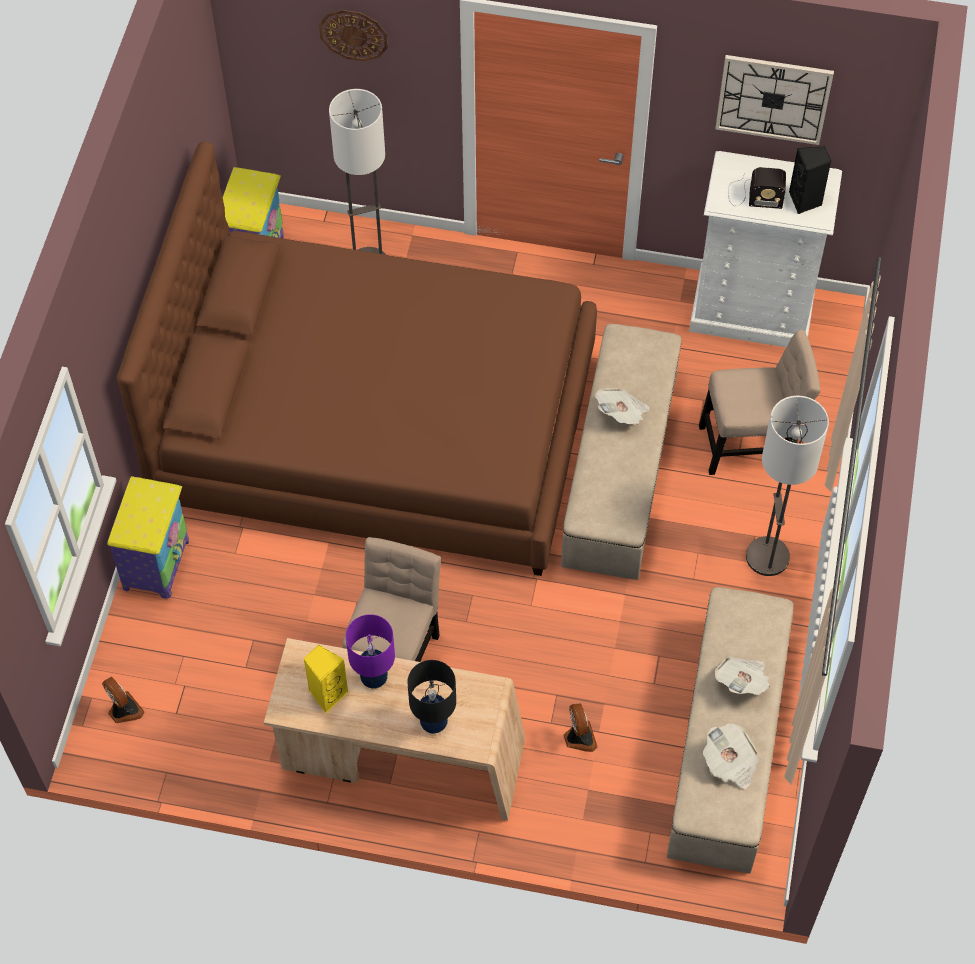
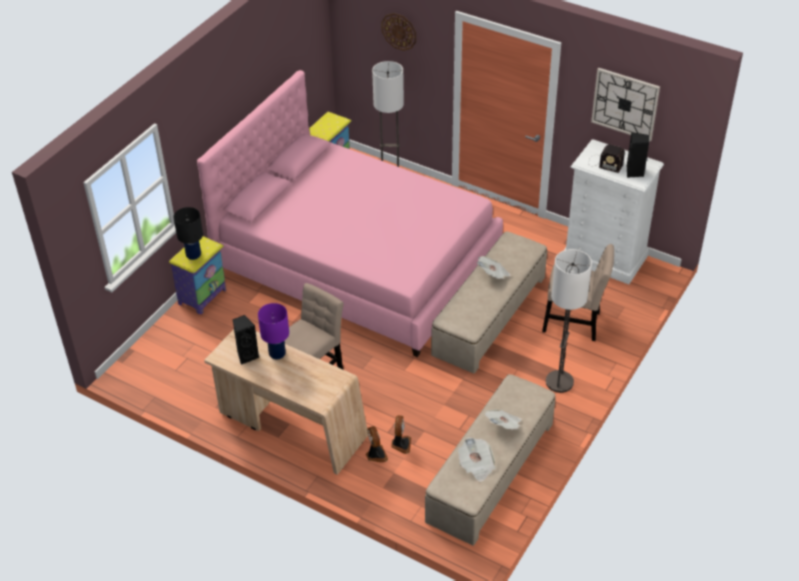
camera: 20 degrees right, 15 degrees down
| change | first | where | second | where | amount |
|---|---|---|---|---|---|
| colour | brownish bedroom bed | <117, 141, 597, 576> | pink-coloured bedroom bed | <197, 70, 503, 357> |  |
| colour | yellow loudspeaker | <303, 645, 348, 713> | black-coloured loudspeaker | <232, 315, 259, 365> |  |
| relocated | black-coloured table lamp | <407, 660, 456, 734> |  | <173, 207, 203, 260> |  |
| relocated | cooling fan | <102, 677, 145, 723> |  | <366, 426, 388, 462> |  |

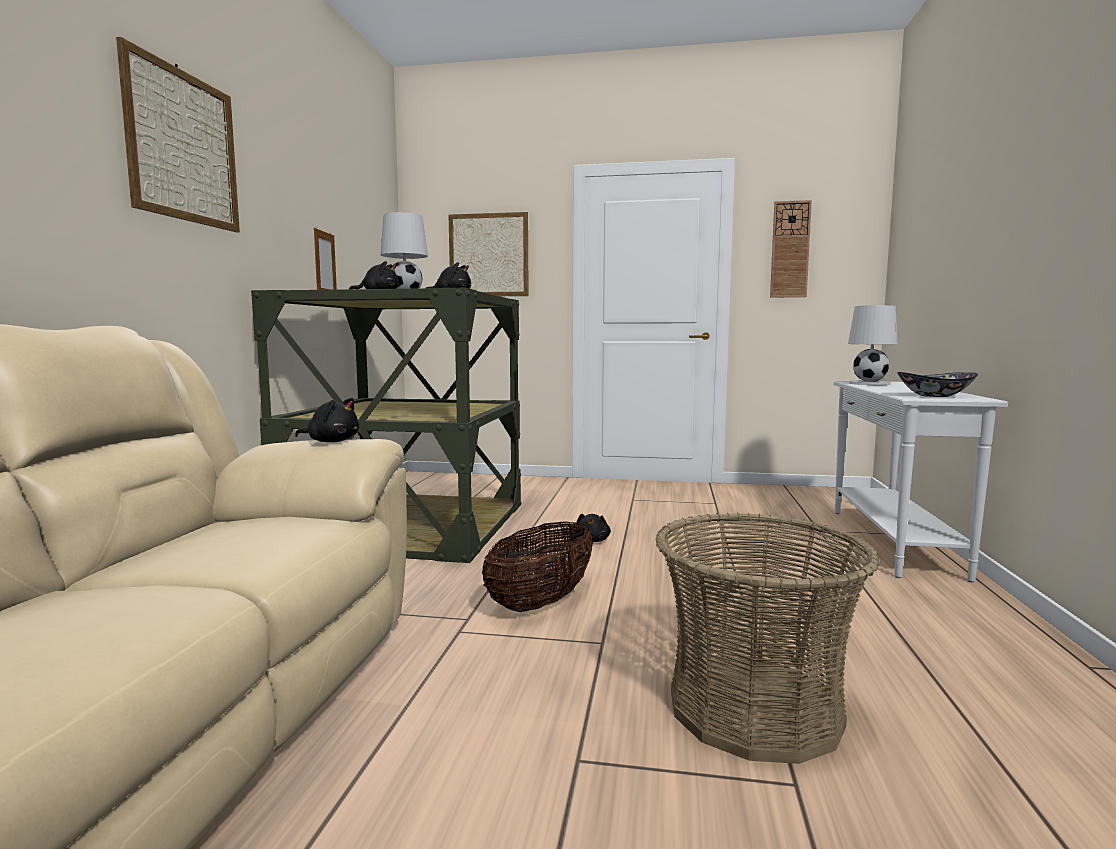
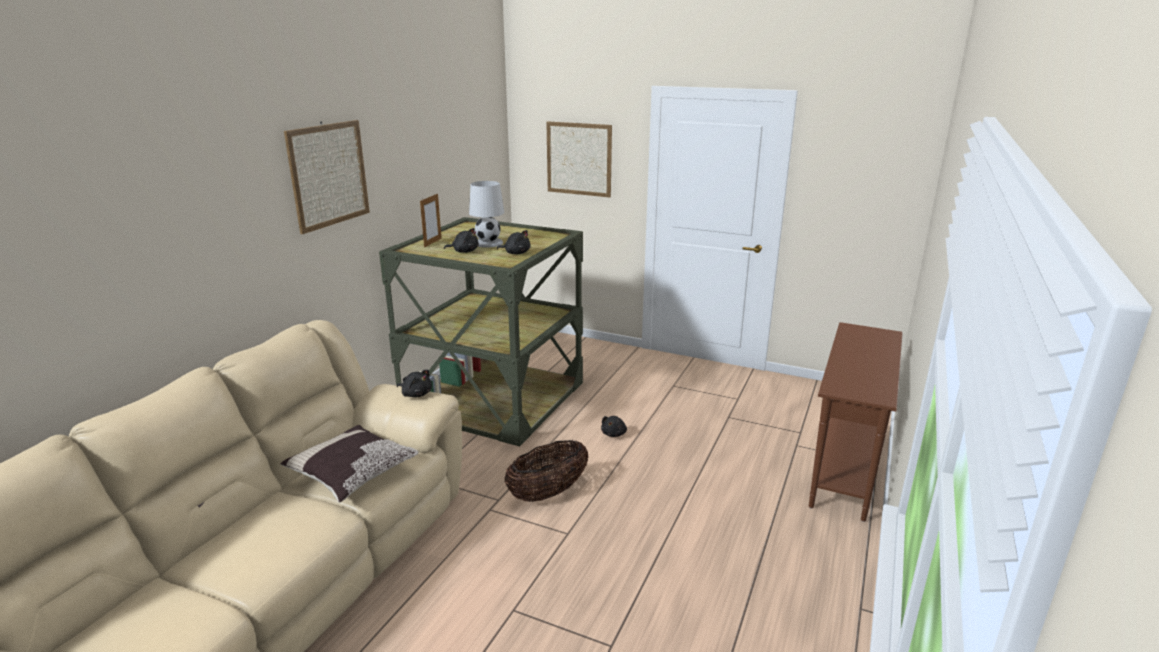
camera: 15 degrees right, 15 degrees up
| change | first | where | second | where | amount |
|---|---|---|---|---|---|
| missing | clock on the wall | <770, 200, 812, 298> |  |  |  |
| missing | white table lamp | <848, 305, 898, 385> |  |  |  |
| missing | bowl | <897, 372, 978, 397> |  |  |  |
| colour | white narrow table | <834, 381, 1008, 583> | brownish narrow table | <809, 322, 903, 522> |  |
| missing | basket | <656, 512, 880, 764> |  |  |  |
| appeared |  |  | pillow | <281, 425, 419, 502> |  |

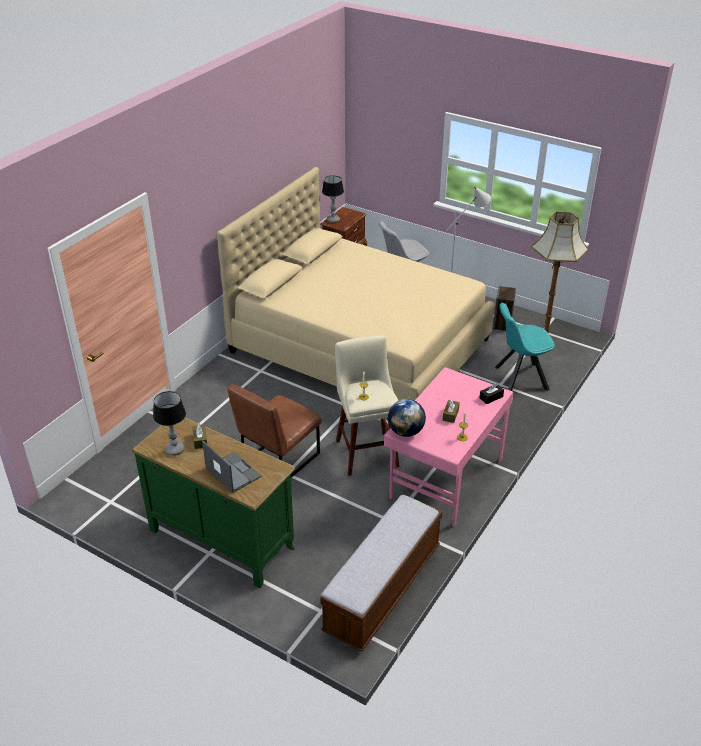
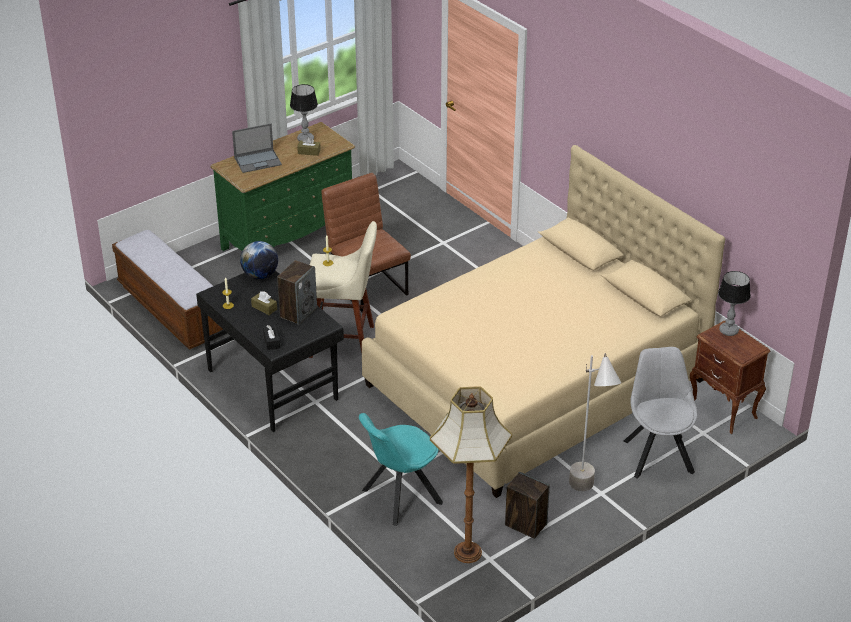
camera: 110 degrees right, 0 degrees up
| change | first | where | second | where | amount |
|---|---|---|---|---|---|
| spun | turquoise plain chair | <495, 303, 555, 391> |  | <359, 413, 443, 526> | 135 degrees counterclockwise |
| colour | pink-coloured desk table | <384, 367, 514, 527> | black-coloured desk table | <196, 270, 344, 432> |  |
| appeared |  |  | loudspeaker | <277, 260, 317, 325> |  |

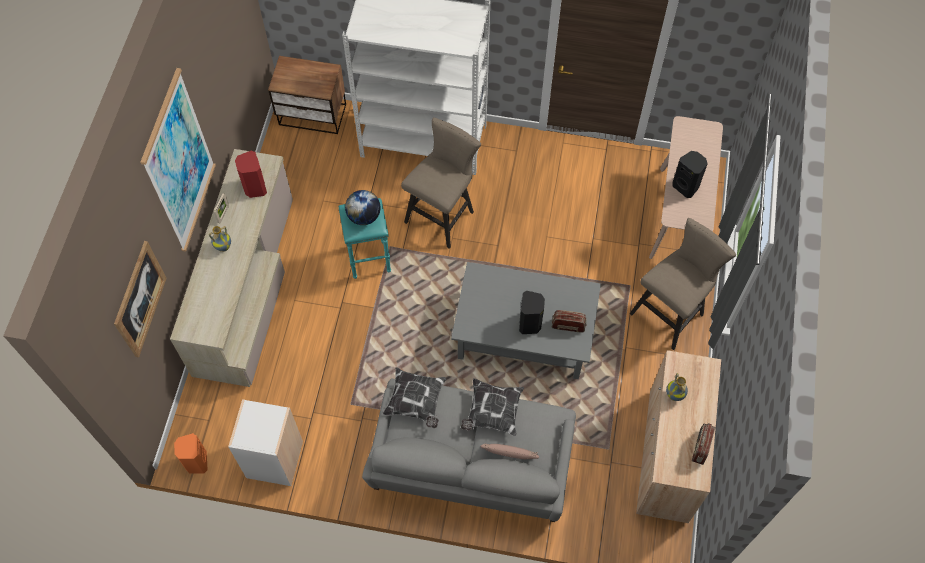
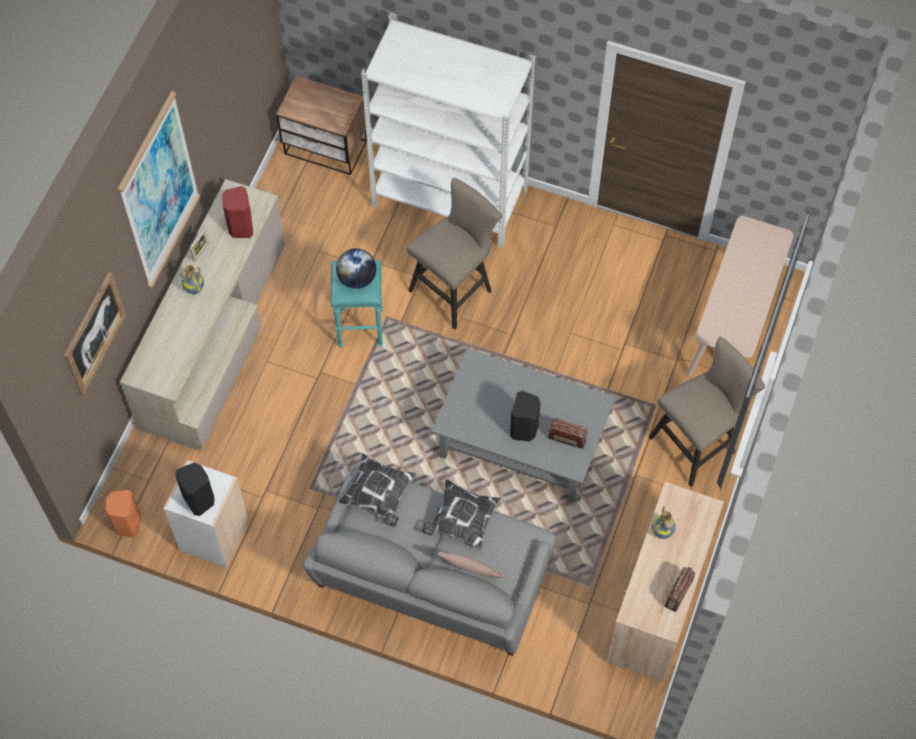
camera: 10 degrees right, 0 degrees up
| change | first | where | second | where | amount |
|---|---|---|---|---|---|
| relocated | black-coloured loudspeaker | <672, 151, 708, 198> |  | <175, 463, 215, 516> |  |

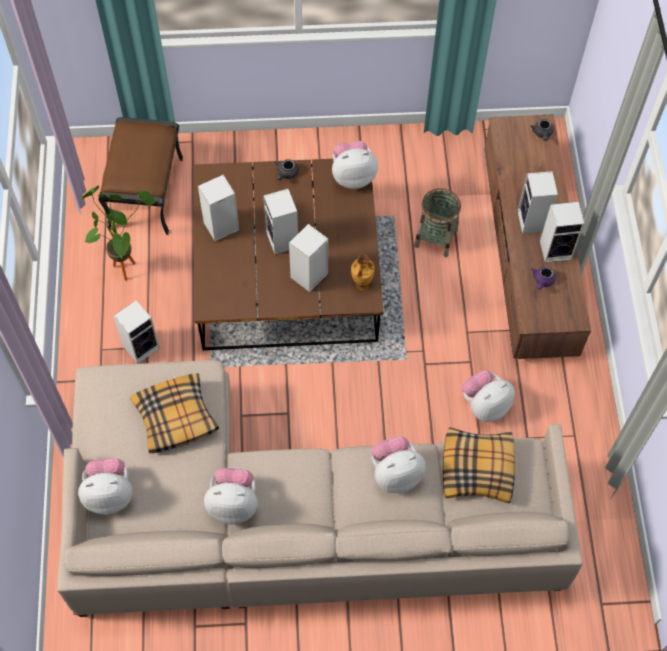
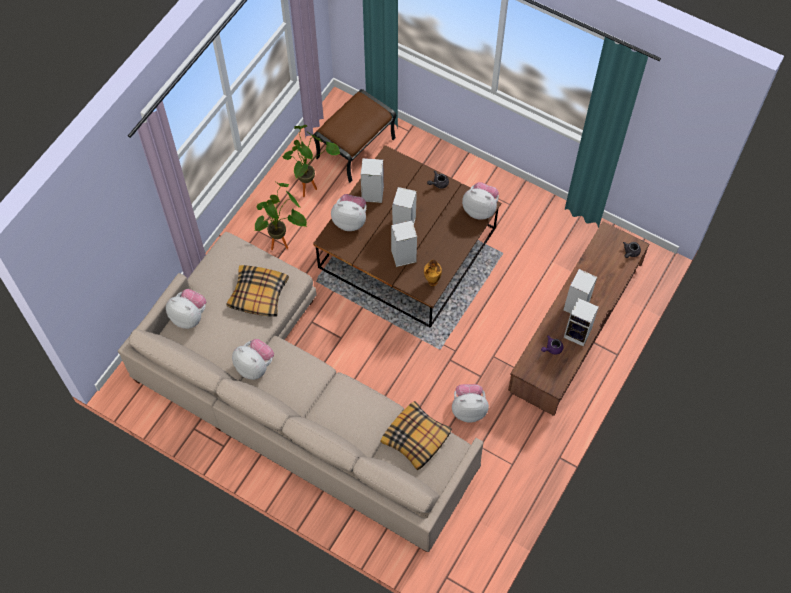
camera: 35 degrees right, 0 degrees up
| change | first | where | second | where | amount |
|---|---|---|---|---|---|
| missing | basket | <414, 188, 461, 257> |  |  |  |
| exchanged | loudspeaker | <113, 300, 160, 364> | plant in a pot | <254, 182, 307, 250> |  |
| relocated | cuddly toy | <371, 436, 426, 493> |  | <331, 194, 367, 231> |  |

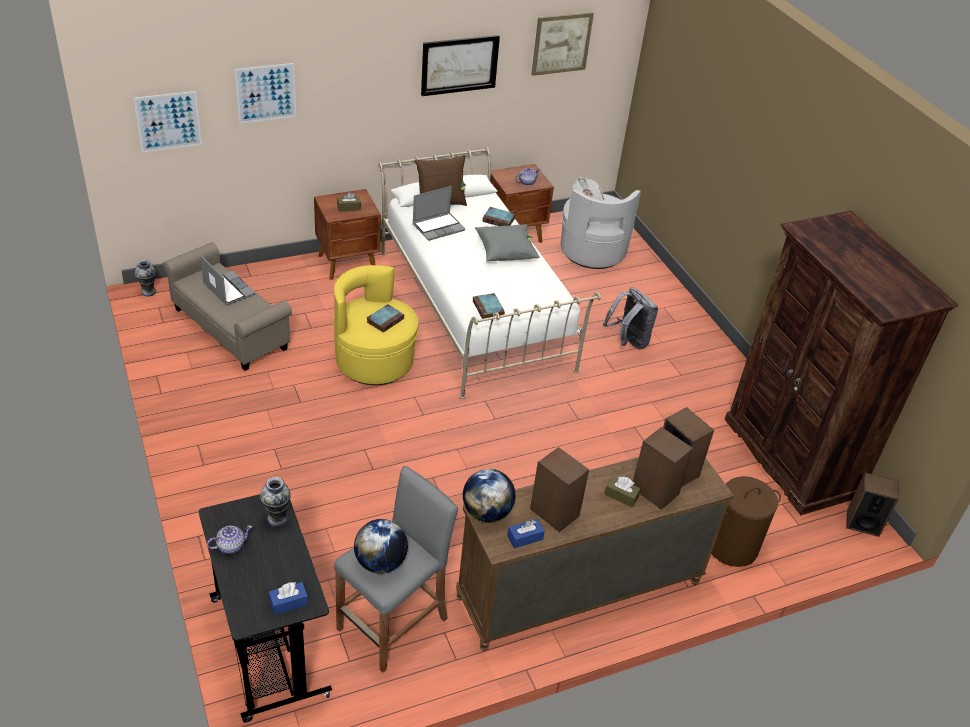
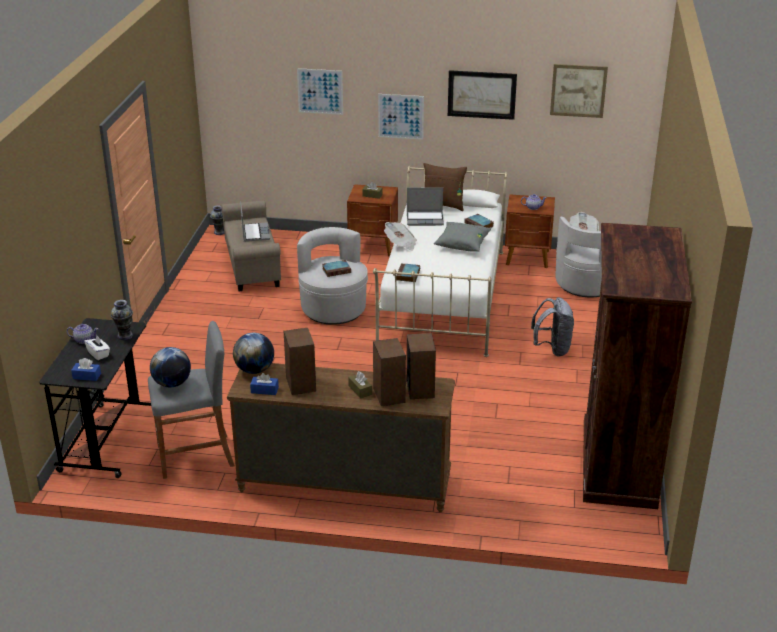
camera: 35 degrees right, 10 degrees down
| change | first | where | second | where | amount |
|---|---|---|---|---|---|
| relocated | wall picture | <133, 91, 202, 152> |  | <378, 94, 424, 140> |  |
| colour | yellow armchair | <333, 265, 418, 385> | white armchair | <297, 227, 368, 325> |  |
| missing | loudspeaker | <846, 472, 899, 537> |  |  |  |
| missing | brownish hamper | <711, 476, 781, 567> |  |  |  |
| appeared |  |  | daily paper | <384, 222, 417, 250> |  |
| appeared |  |  | white tissue holder | <84, 335, 110, 360> |  |

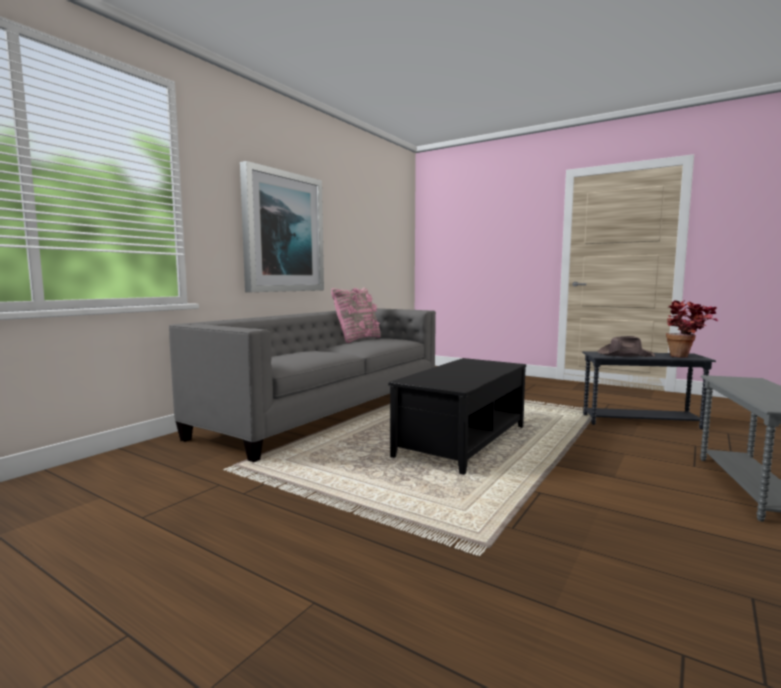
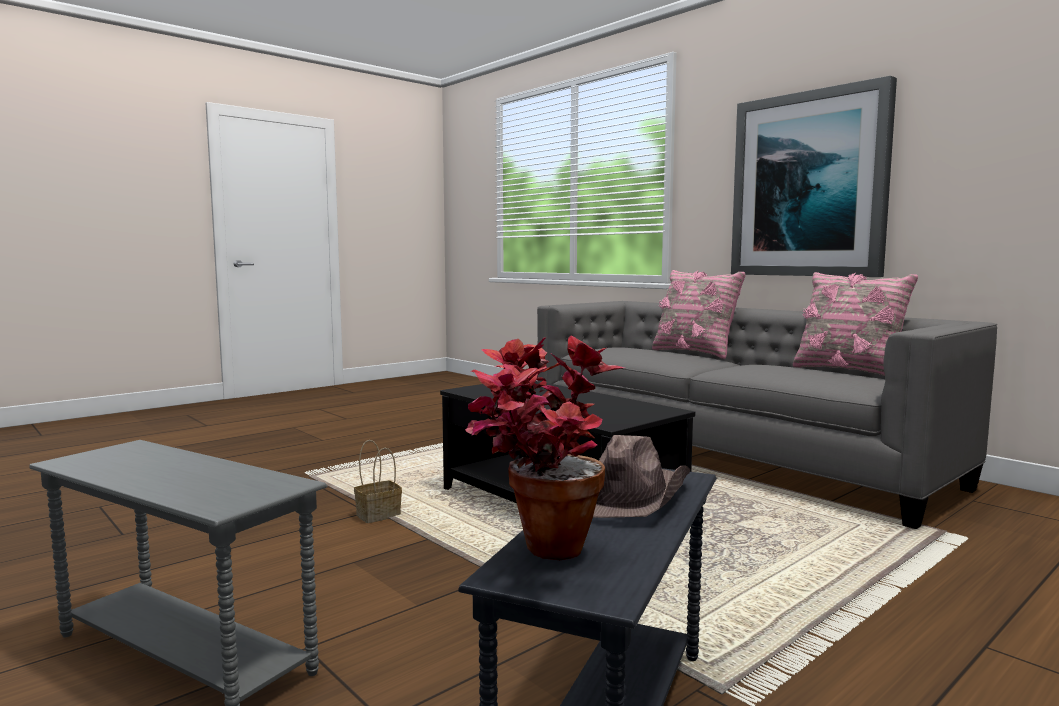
camera: 105 degrees right, 0 degrees up
| change | first | where | second | where | amount |
|---|---|---|---|---|---|
| appeared |  |  | pink-coloured pillow | <652, 270, 745, 359> |  |
| appeared |  |  | basket | <354, 440, 402, 523> |  |

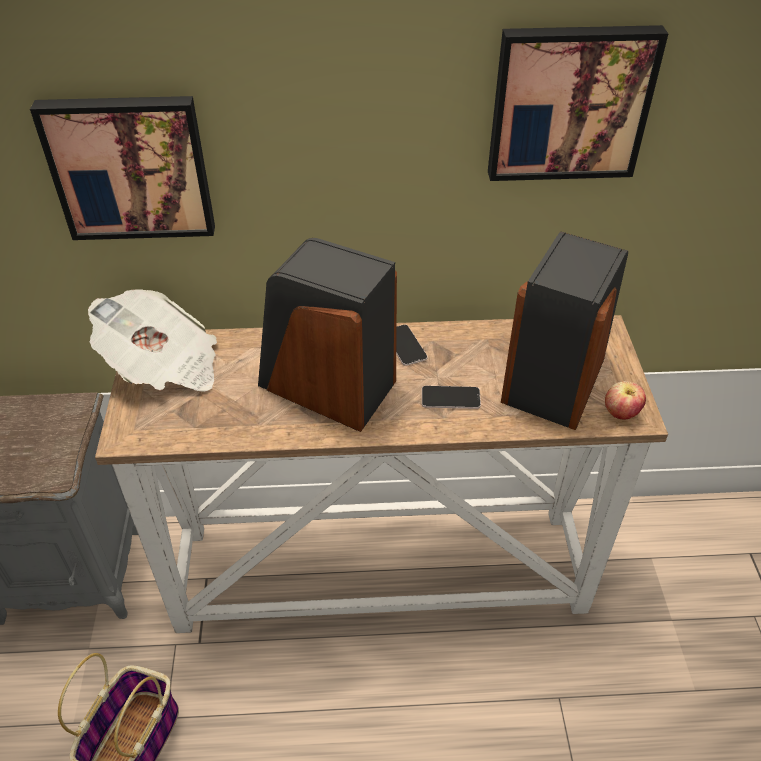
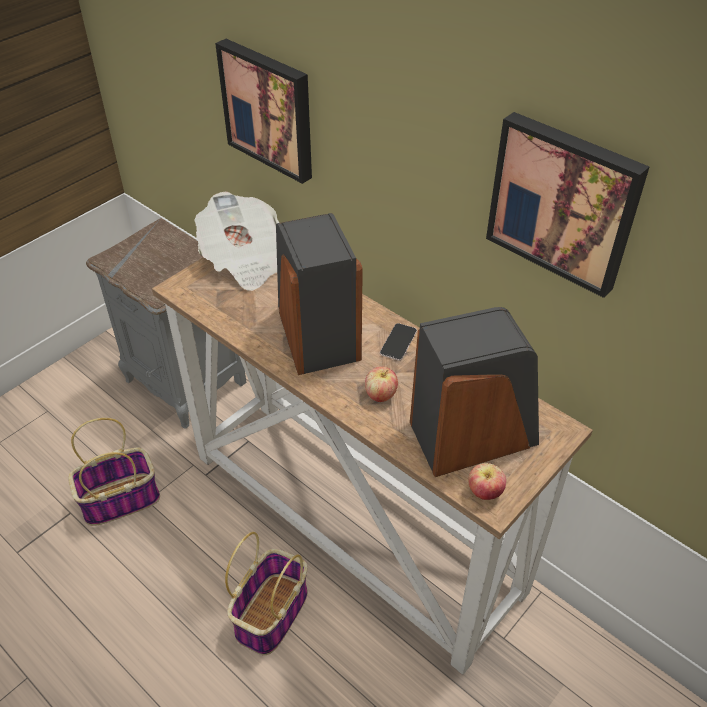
camera: 45 degrees right, 0 degrees up
| change | first | where | second | where | amount |
|---|---|---|---|---|---|
| exchanged | phone | <422, 386, 481, 409> | apple | <365, 367, 398, 402> |  |
| appeared |  |  | basket | <225, 532, 308, 655> |  |

